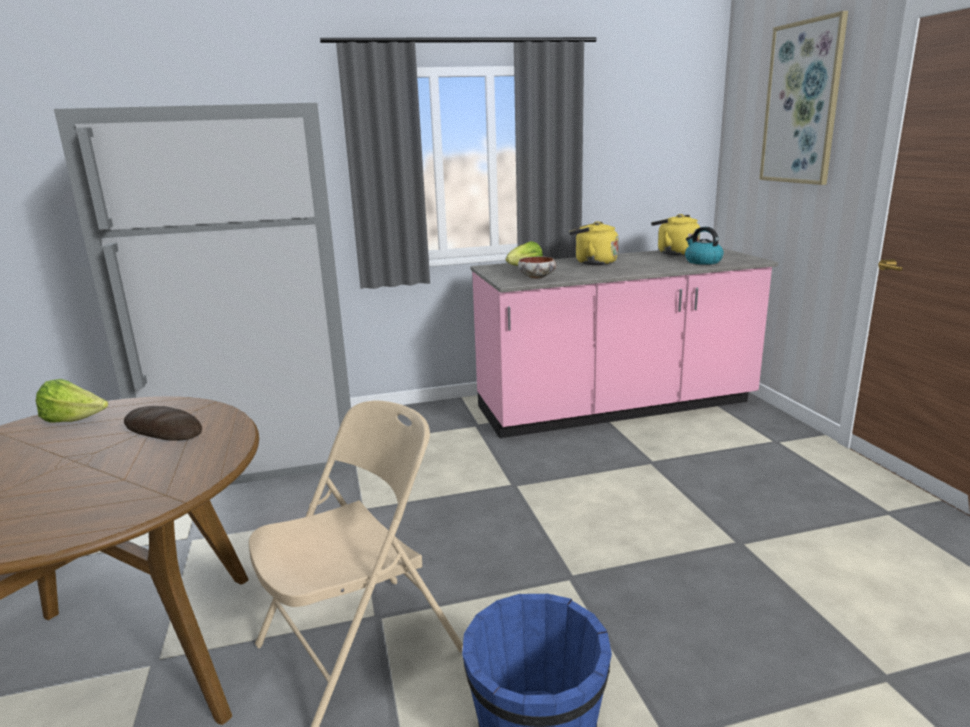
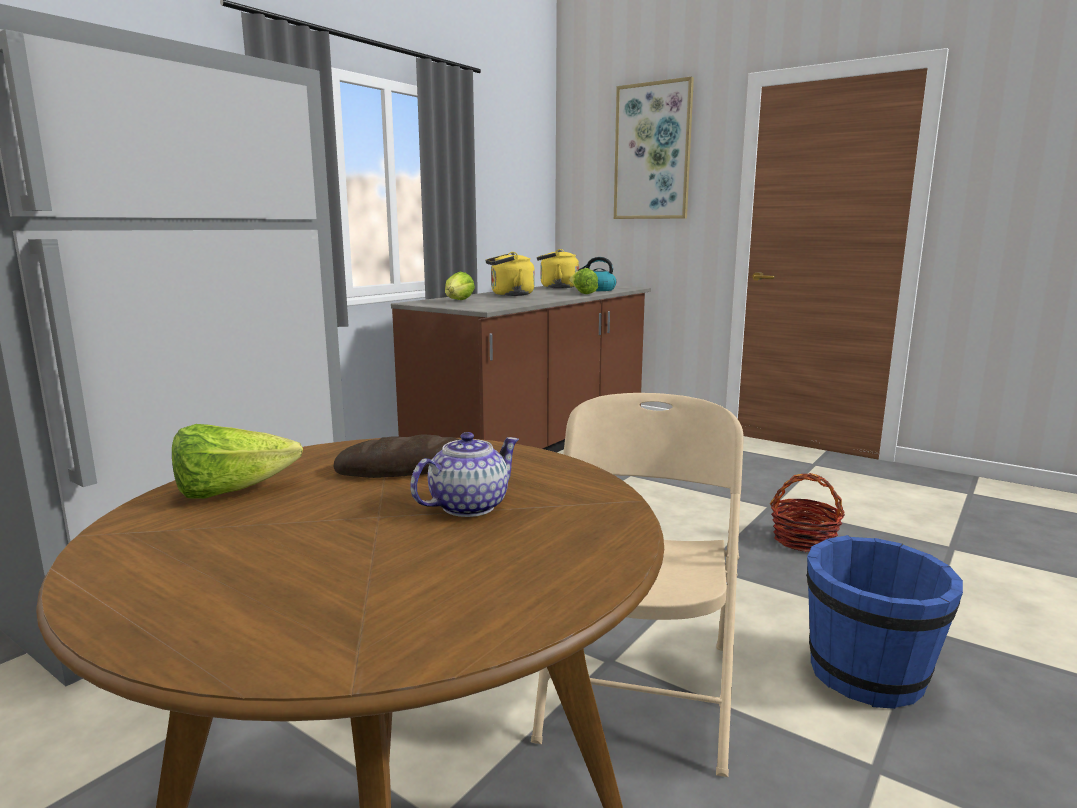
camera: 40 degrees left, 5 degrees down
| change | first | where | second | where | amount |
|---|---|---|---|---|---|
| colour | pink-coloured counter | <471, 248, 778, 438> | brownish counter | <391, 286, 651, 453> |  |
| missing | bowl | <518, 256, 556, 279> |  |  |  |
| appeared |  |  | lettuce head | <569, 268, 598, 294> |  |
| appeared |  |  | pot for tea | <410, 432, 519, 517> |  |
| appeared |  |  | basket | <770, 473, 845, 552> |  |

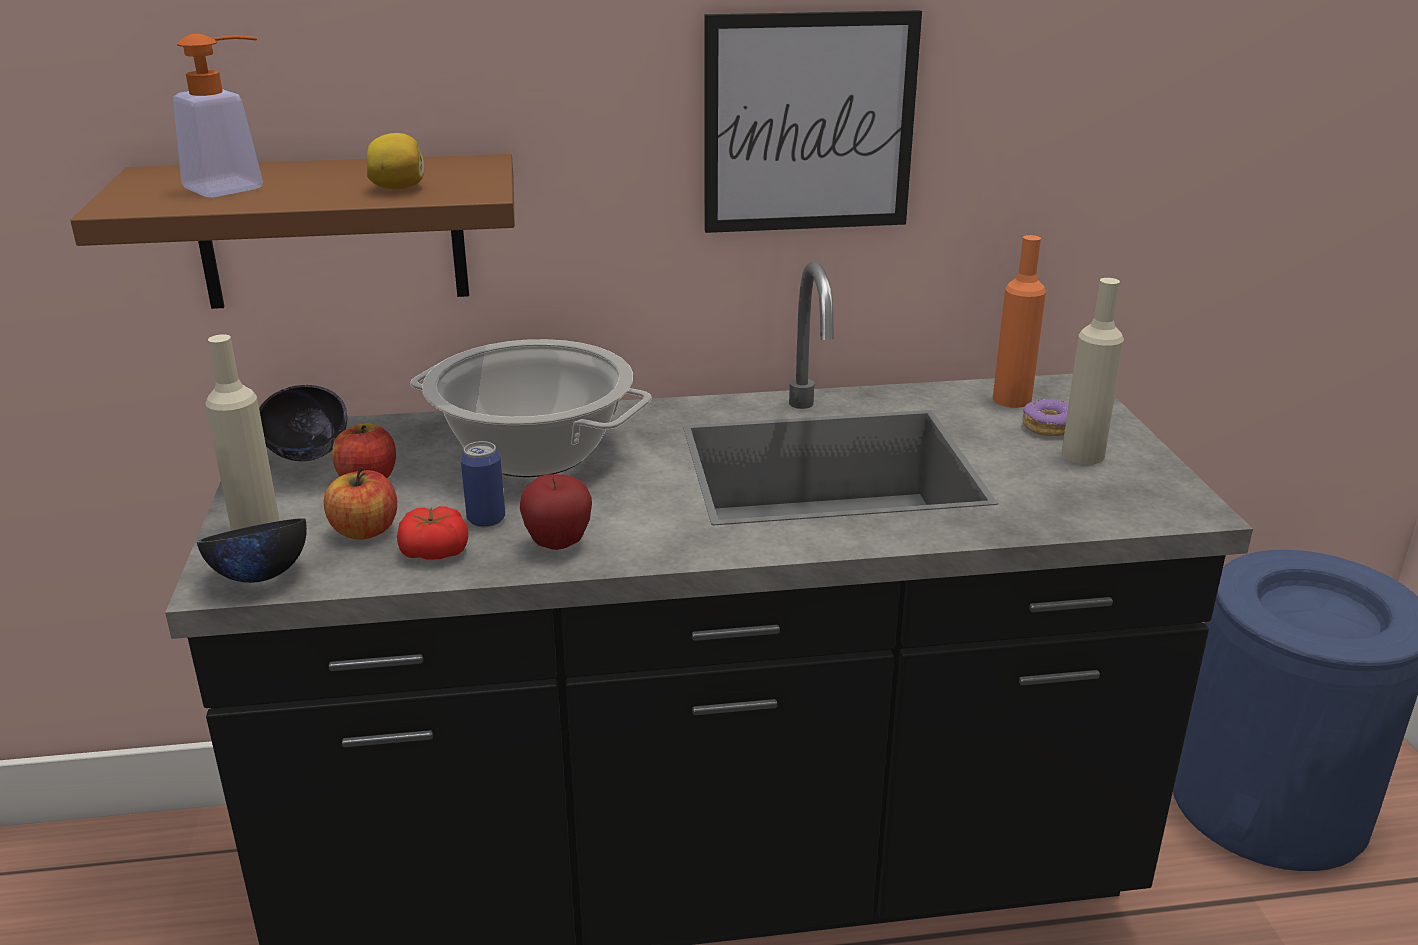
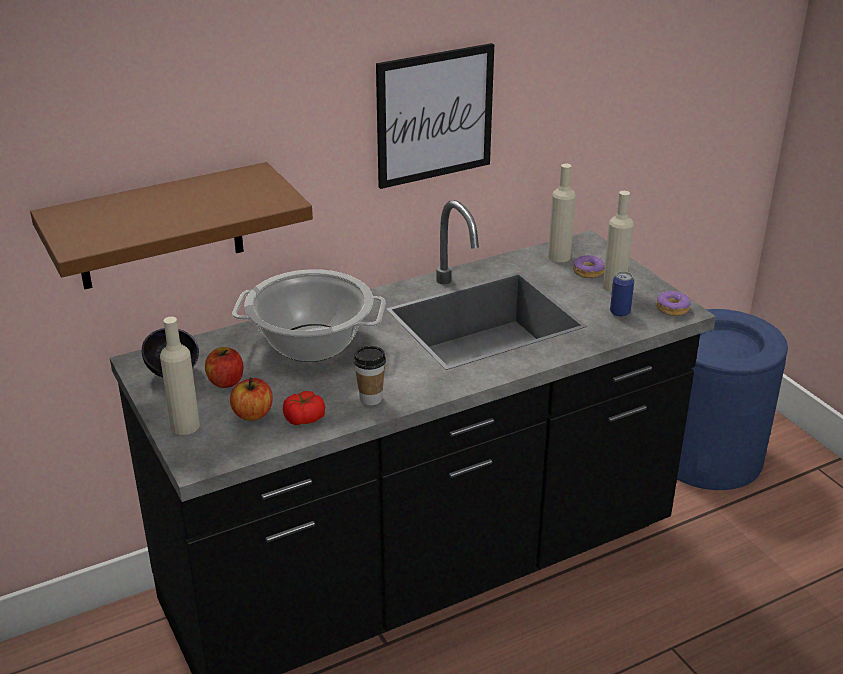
camera: 20 degrees left, 5 degrees up
| change | first | where | second | where | amount |
|---|---|---|---|---|---|
| missing | soap dispenser | <173, 34, 263, 198> |  |  |  |
| missing | lemon | <367, 133, 424, 190> |  |  |  |
| colour | orangey bottle | <993, 235, 1046, 408> | sand-coloured bottle | <548, 164, 576, 262> |  |
| relocated | metal can | <461, 441, 505, 527> |  | <610, 271, 634, 317> |  |
| exchanged | apple | <520, 474, 592, 550> | cup | <354, 346, 386, 406> |  |
| missing | black-coloured bowl | <197, 518, 307, 583> |  |  |  |
| appeared |  |  | donut | <656, 291, 691, 316> |  |

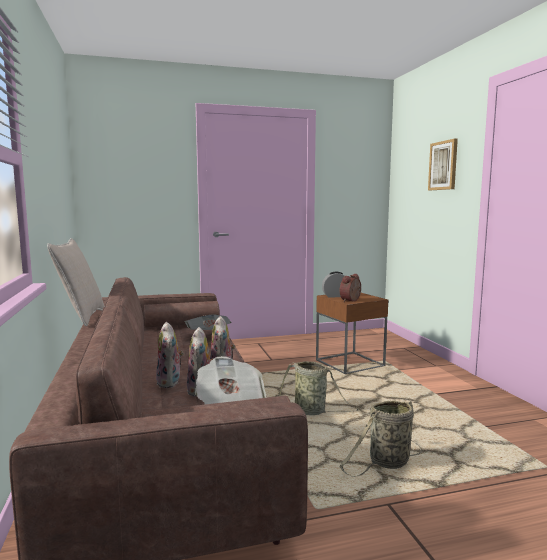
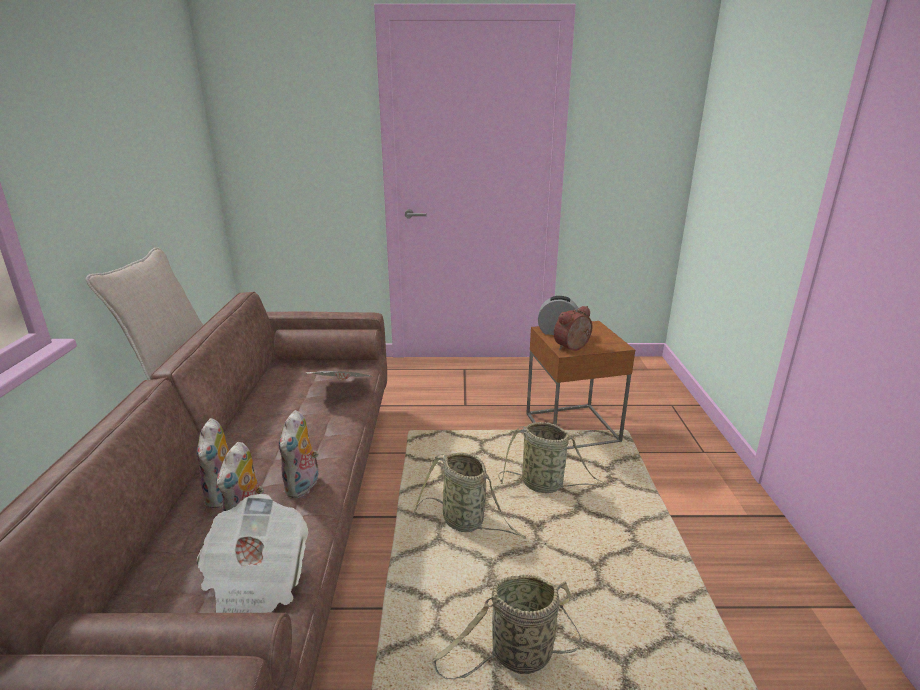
camera: 15 degrees right, 15 degrees up
| change | first | where | second | where | amount |
|---|---|---|---|---|---|
| missing | wall picture | <428, 139, 458, 190> |  |  |  |
| appeared |  |  | basket | <498, 422, 608, 493> |  |

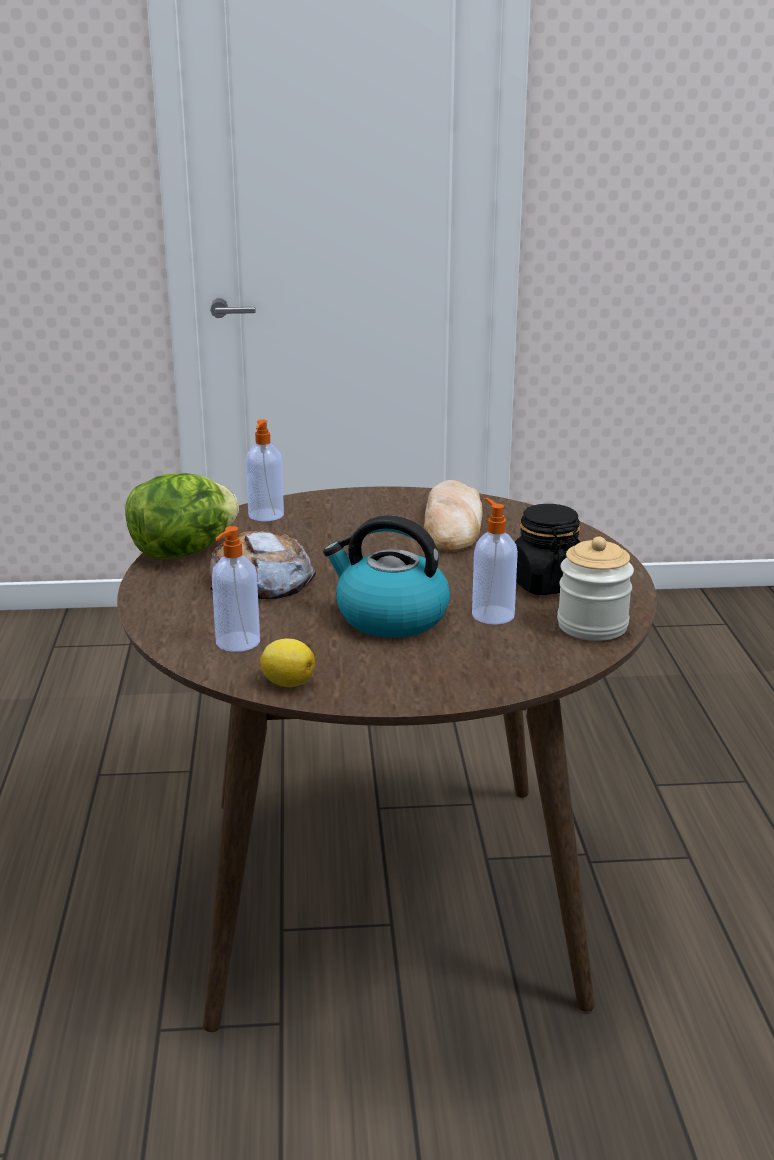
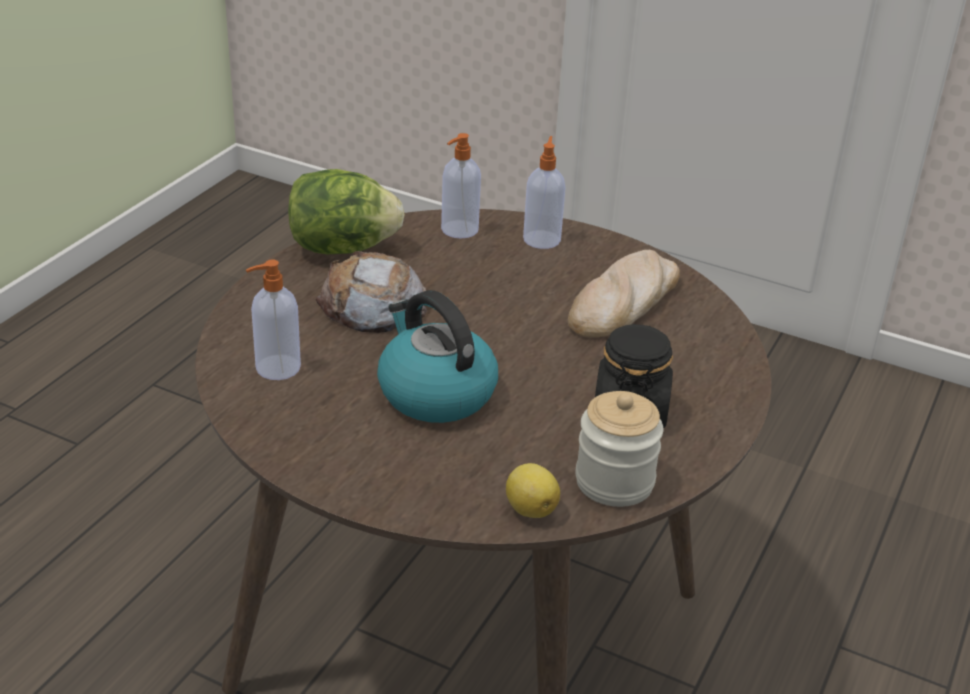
camera: 30 degrees right, 10 degrees up
| change | first | where | second | where | amount |
|---|---|---|---|---|---|
| relocated | soap dispenser | <472, 498, 518, 625> |  | <523, 136, 565, 249> |  |
| relocated | lemon | <260, 639, 315, 687> |  | <506, 463, 560, 518> |  |

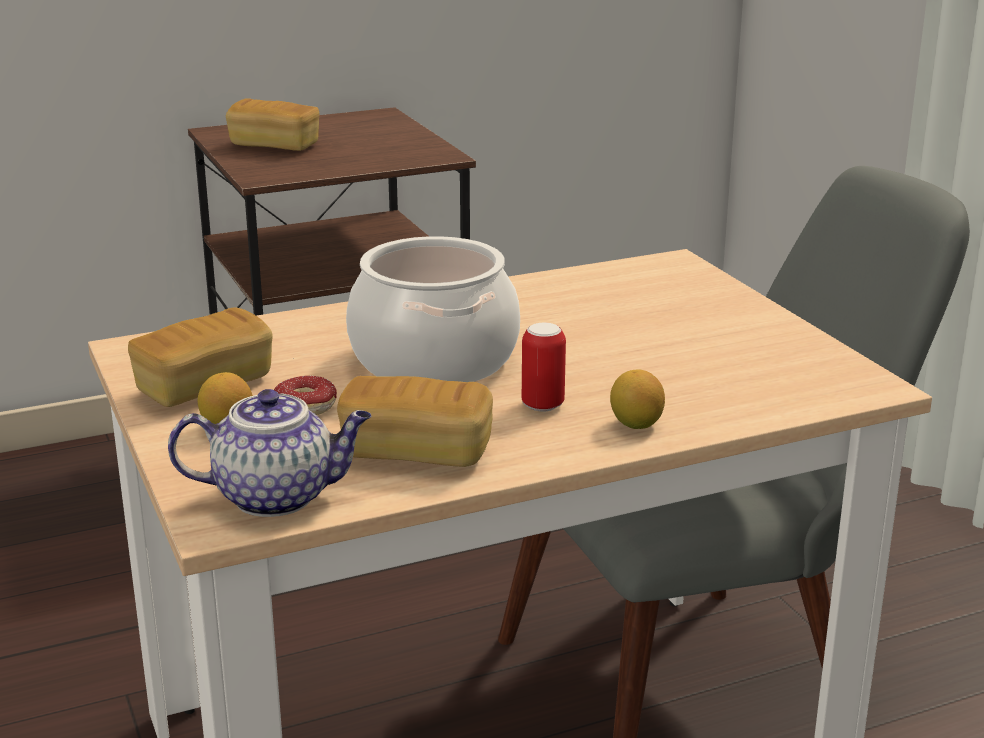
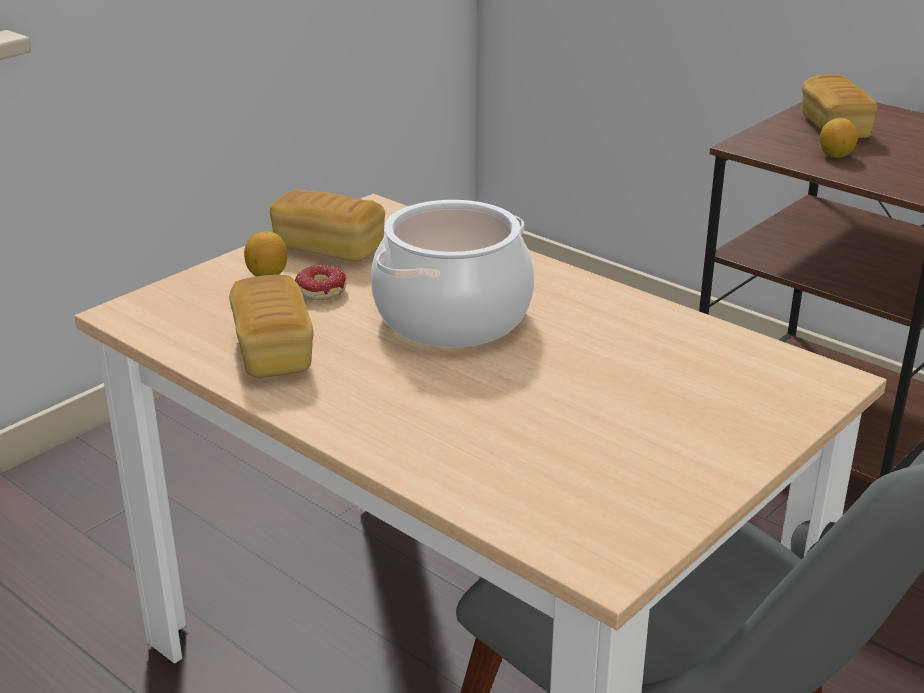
camera: 65 degrees right, 5 degrees up
| change | first | where | second | where | amount |
|---|---|---|---|---|---|
| missing | metal can | <522, 323, 566, 412> |  |  |  |
| relocated | lemon | <610, 369, 665, 429> |  | <820, 118, 858, 158> |  |
| missing | pot for tea | <168, 389, 371, 517> |  |  |  |

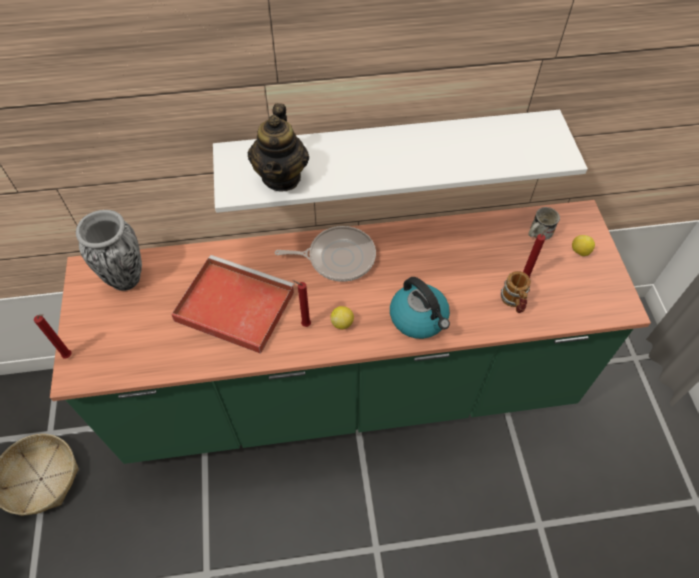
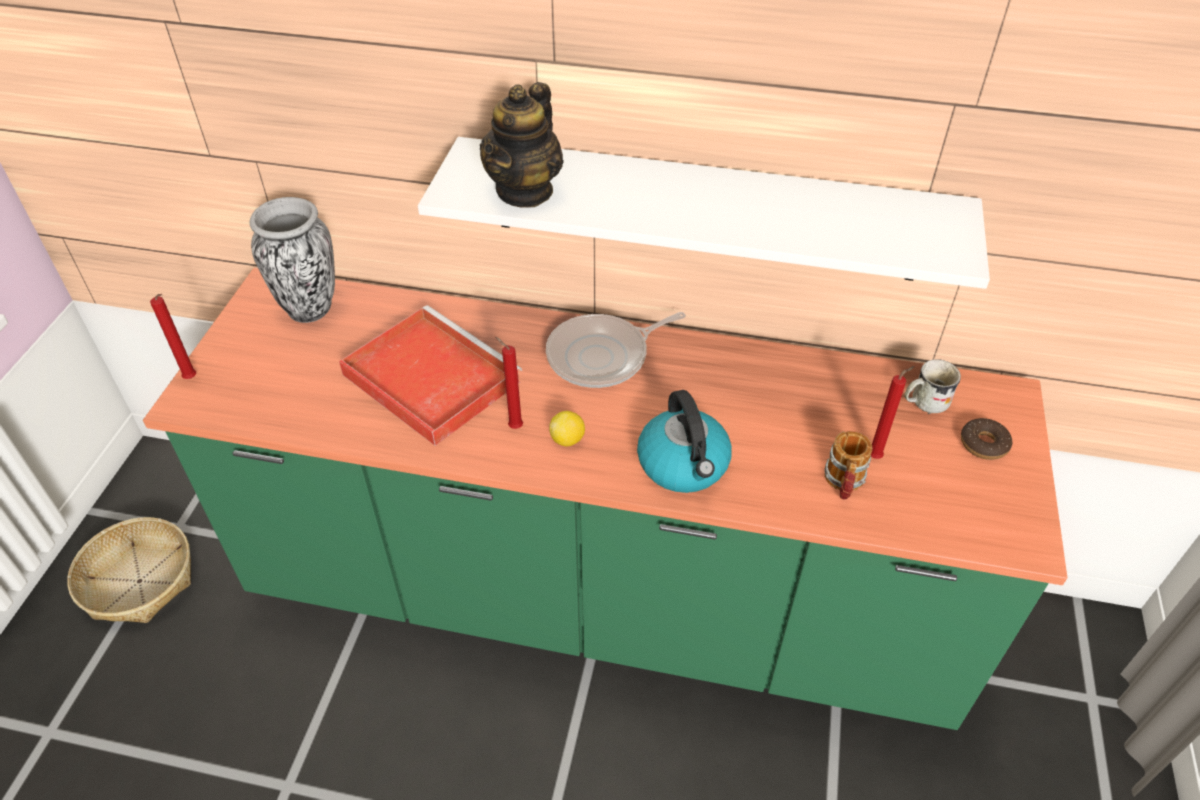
camera: 20 degrees right, 10 degrees down
| change | first | where | second | where | amount |
|---|---|---|---|---|---|
| spun | frying pan | <274, 226, 376, 282> |  | <546, 312, 686, 388> | 135 degrees clockwise |
| exchanged | lemon | <572, 235, 595, 256> | donut | <961, 418, 1013, 460> |  |

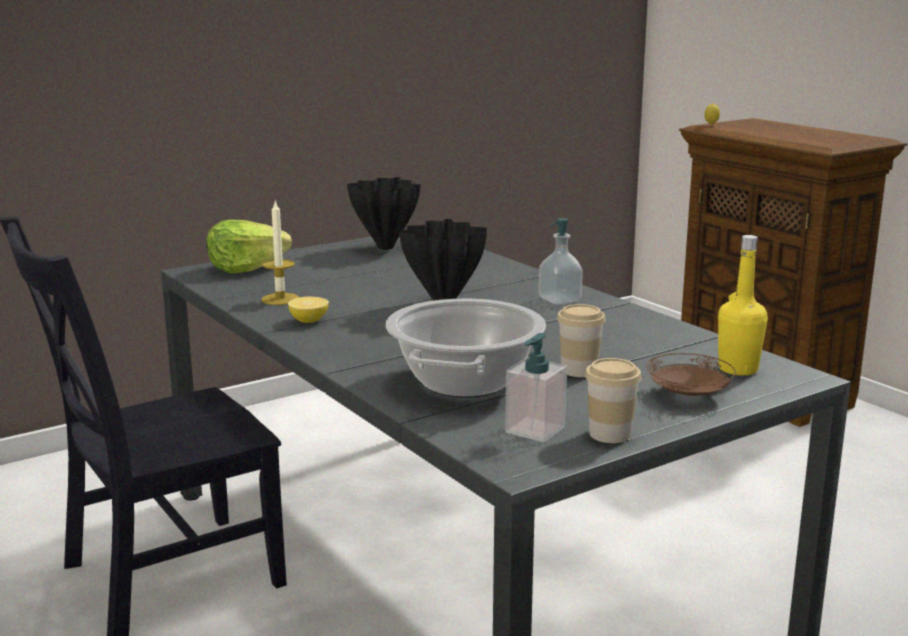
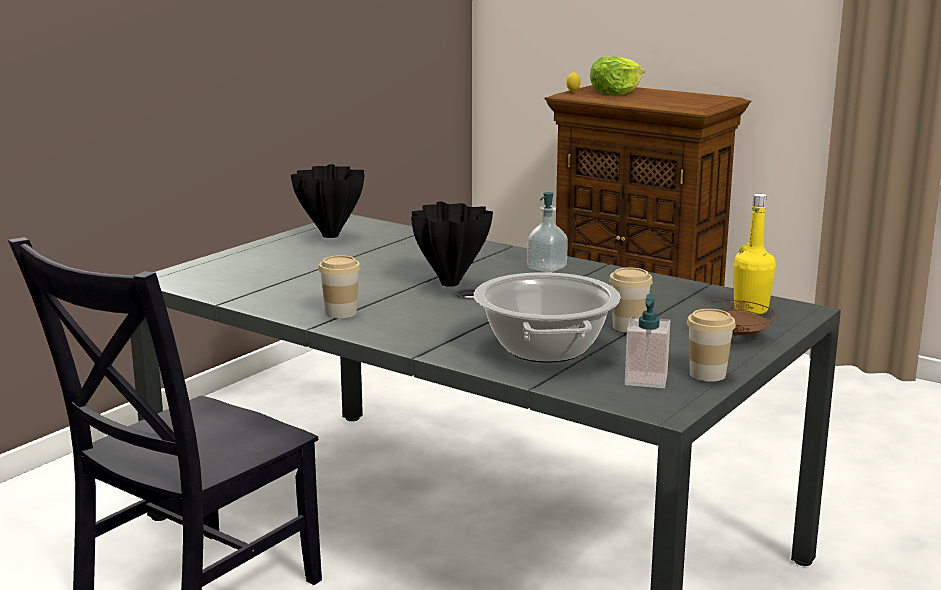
camera: 20 degrees left, 0 degrees up
| change | first | where | second | where | amount |
|---|---|---|---|---|---|
| missing | wax light | <261, 199, 299, 305> |  |  |  |
| relocated | lettuce head | <207, 220, 292, 273> |  | <590, 57, 644, 95> |  |
| exchanged | lemon | <288, 297, 329, 323> | cup | <318, 255, 361, 318> |  |

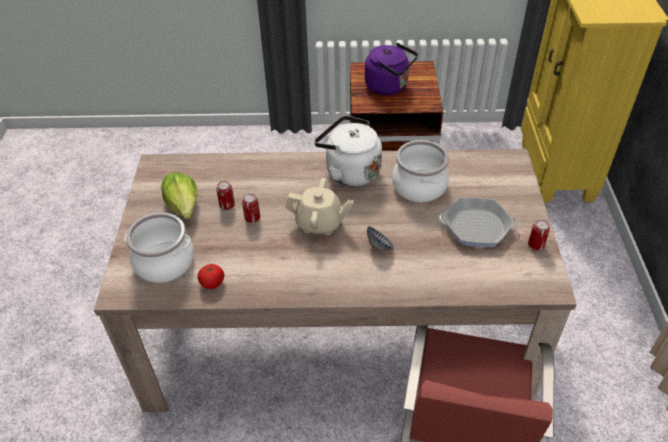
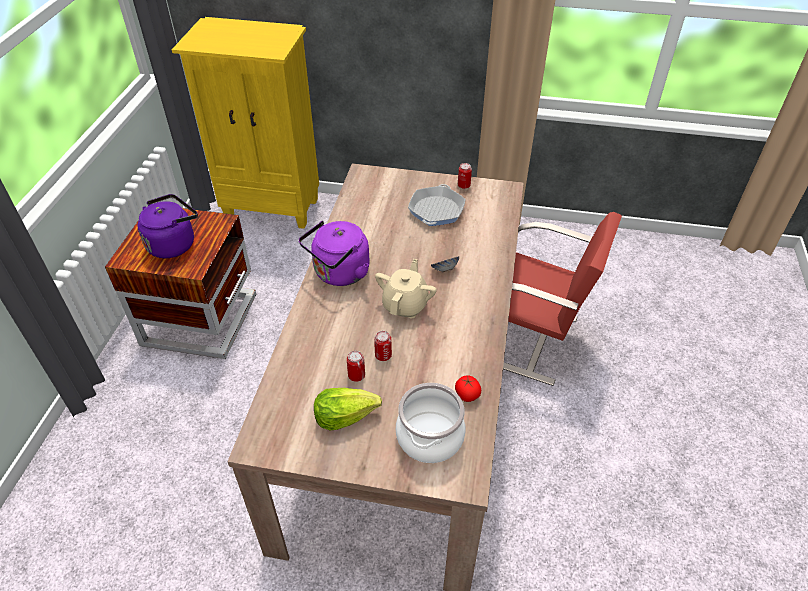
camera: 80 degrees left, 0 degrees up
| change | first | where | second | where | amount |
|---|---|---|---|---|---|
| colour | white tea kettle | <314, 116, 382, 187> | purple-coloured tea kettle | <299, 221, 370, 286> |  |
| missing | saucepot | <392, 140, 449, 202> |  |  |  |

